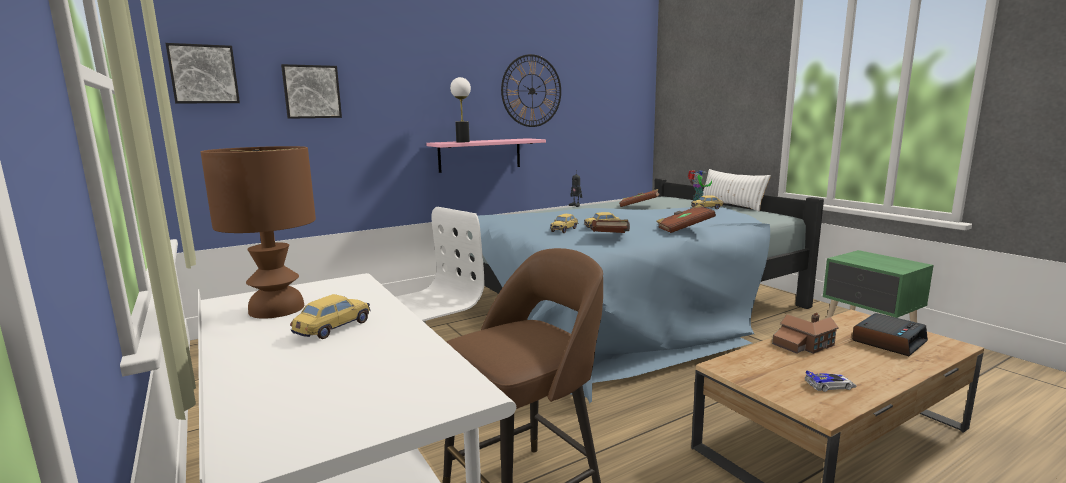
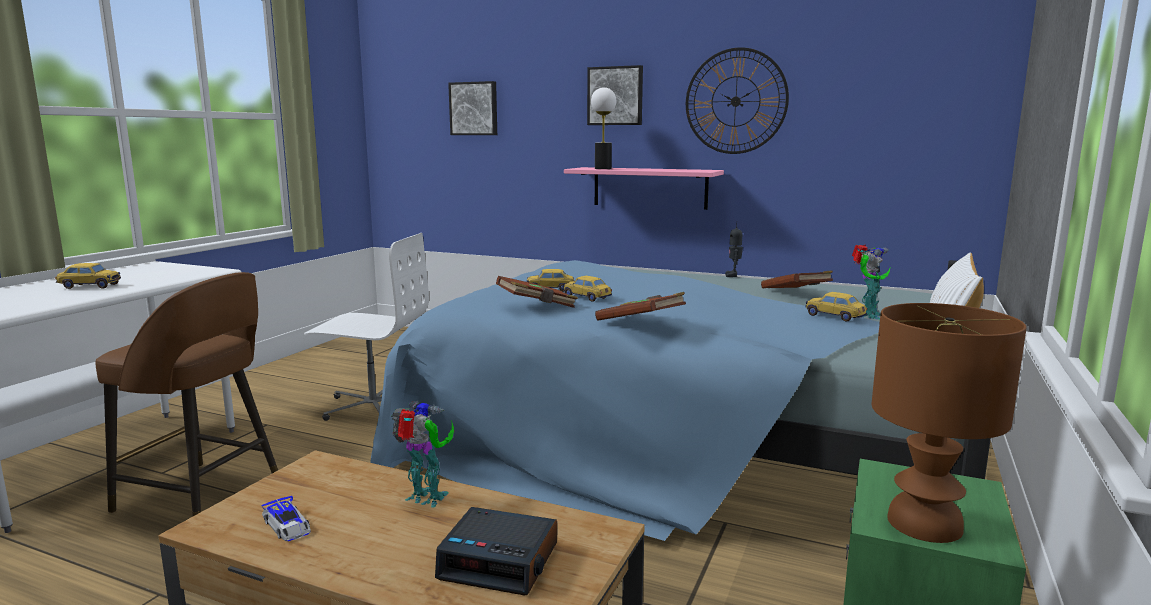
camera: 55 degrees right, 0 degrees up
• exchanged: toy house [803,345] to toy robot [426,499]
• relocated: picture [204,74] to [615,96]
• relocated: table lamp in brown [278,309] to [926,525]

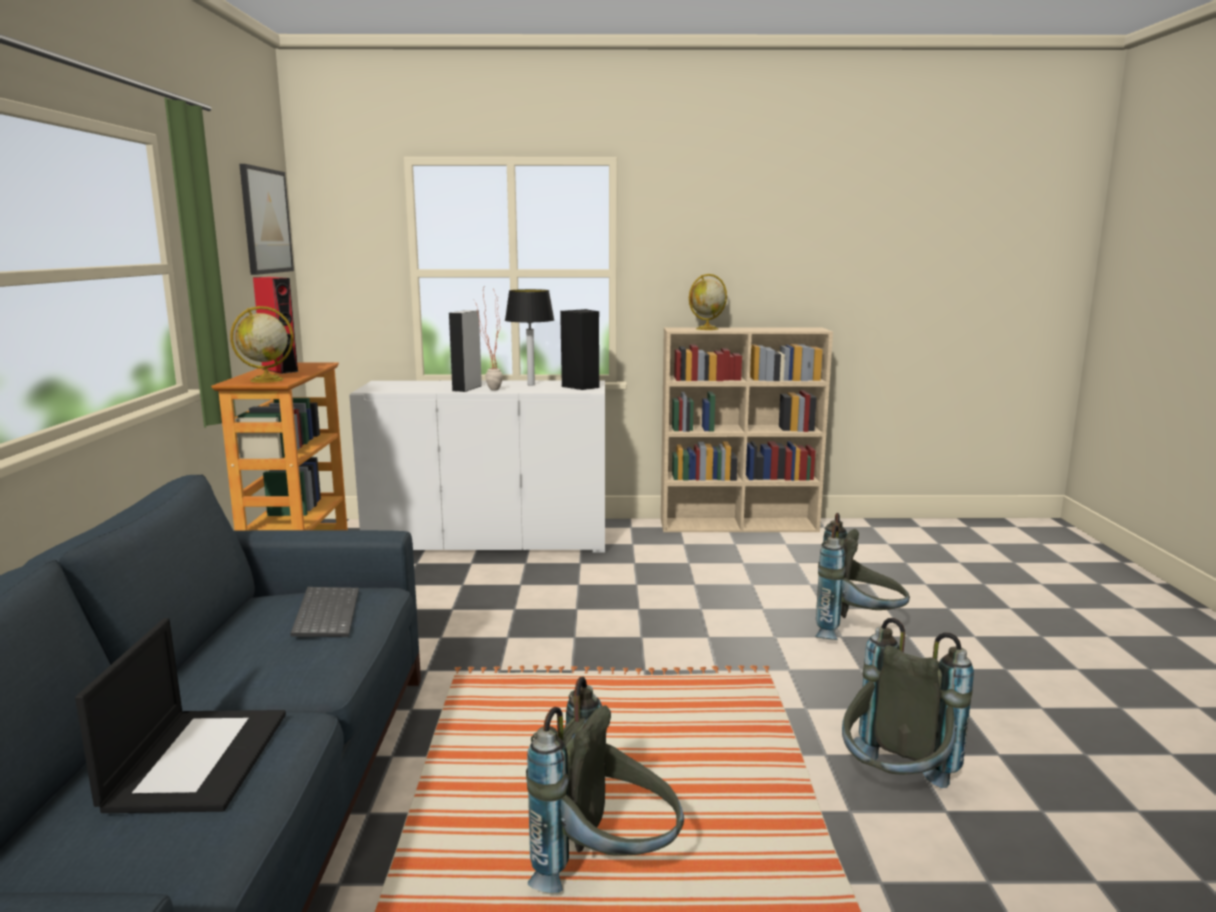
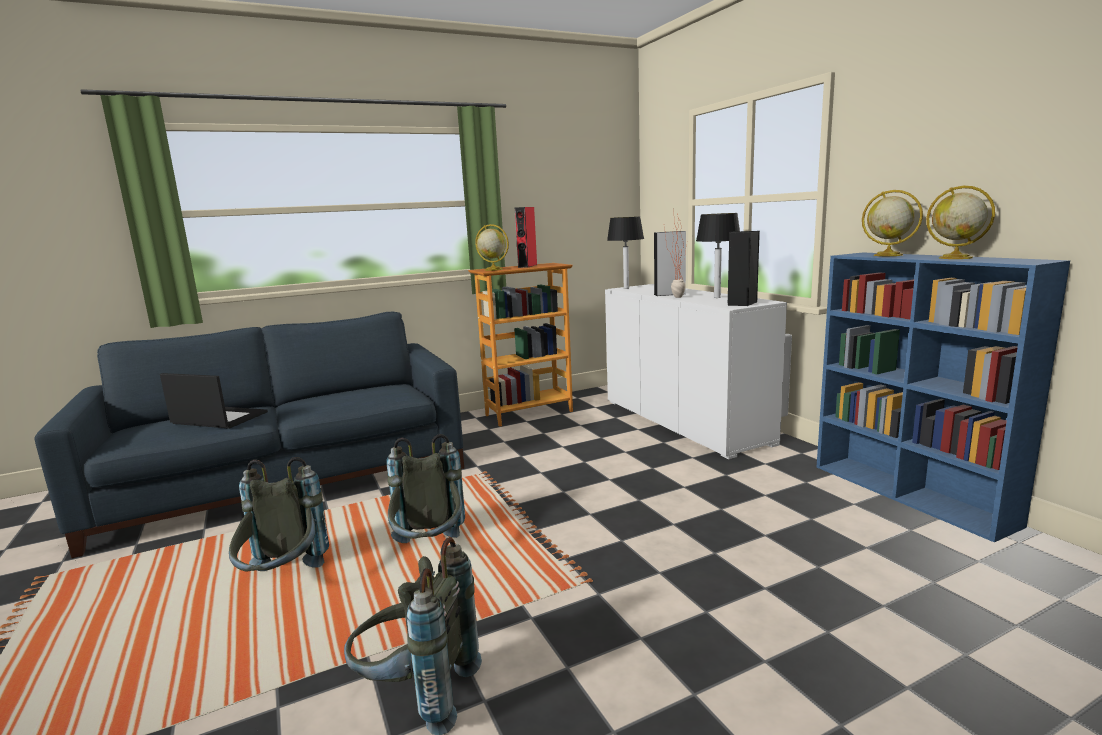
camera: 65 degrees right, 0 degrees up
• spun: laptop [197,758] = [218,418] 135 degrees counterclockwise
• relocated: backpack in grey [856,632] to [430,551]
• appeared: table lamp [626,288]
• colour: bookcase in beige [740,525] to bookcase in blue [911,494]
• appeared: globe [954,258]
• missing: picture [265,221]
• missing: keyboard [325,614]

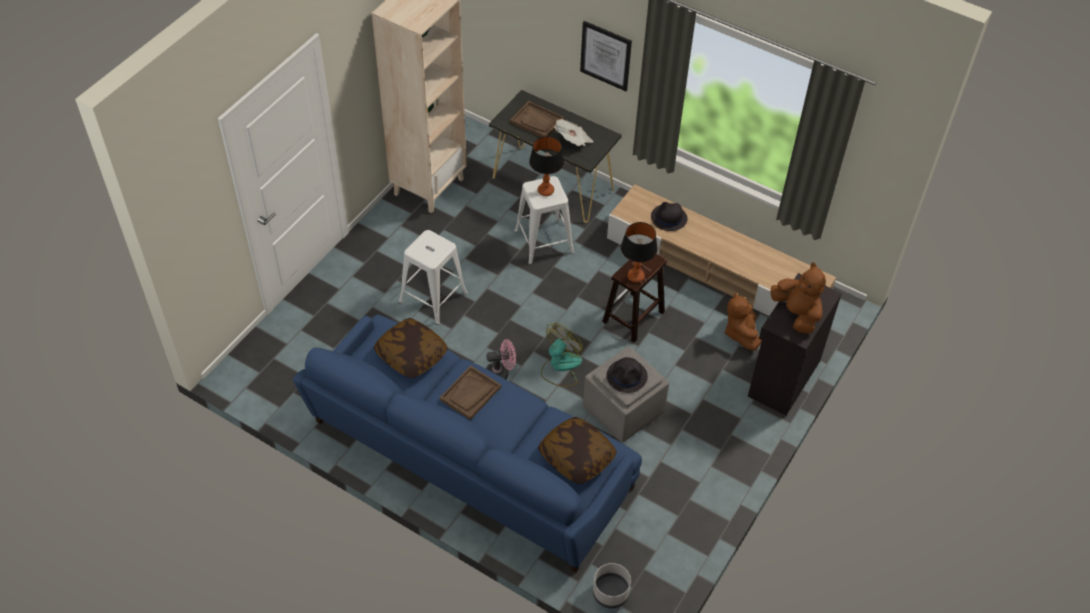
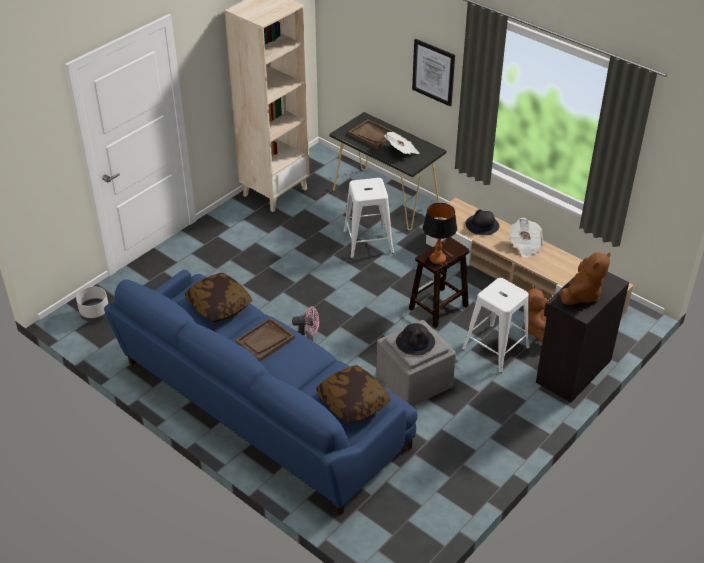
camera: 10 degrees right, 10 degrees down
• relocated: planter in grey [610,593] to [94,314]
• relocated: stool in white [433,297] to [495,348]
• appeared: newspaper [525,245]
• spun: plush toy in brown [796,314] = [582,295] 60 degrees clockwise
• missing: table lamp [545,191]
• missing: fan [560,366]

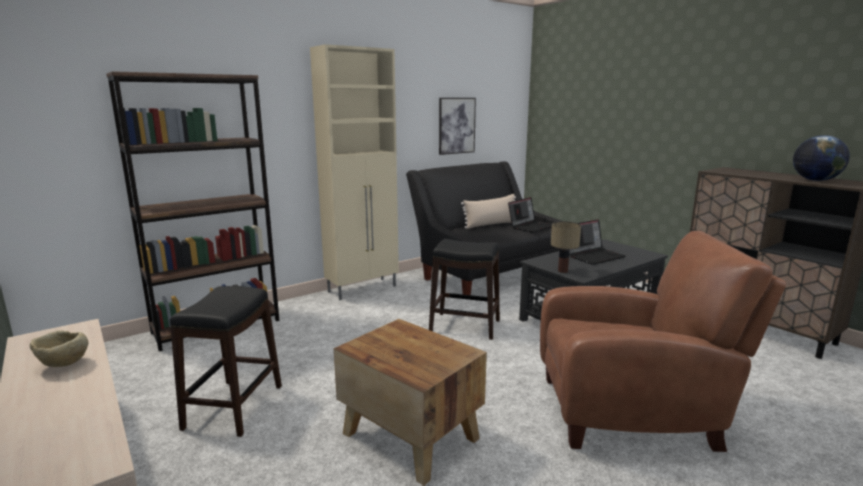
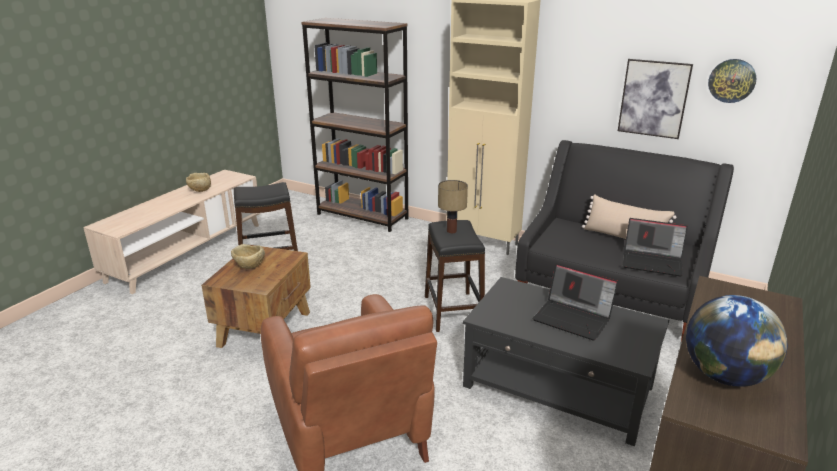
camera: 65 degrees right, 10 degrees up
• appeared: bowl in beige [249,267]
• relocated: table lamp [563,271] to [452,231]
• appeared: wall clock [732,80]

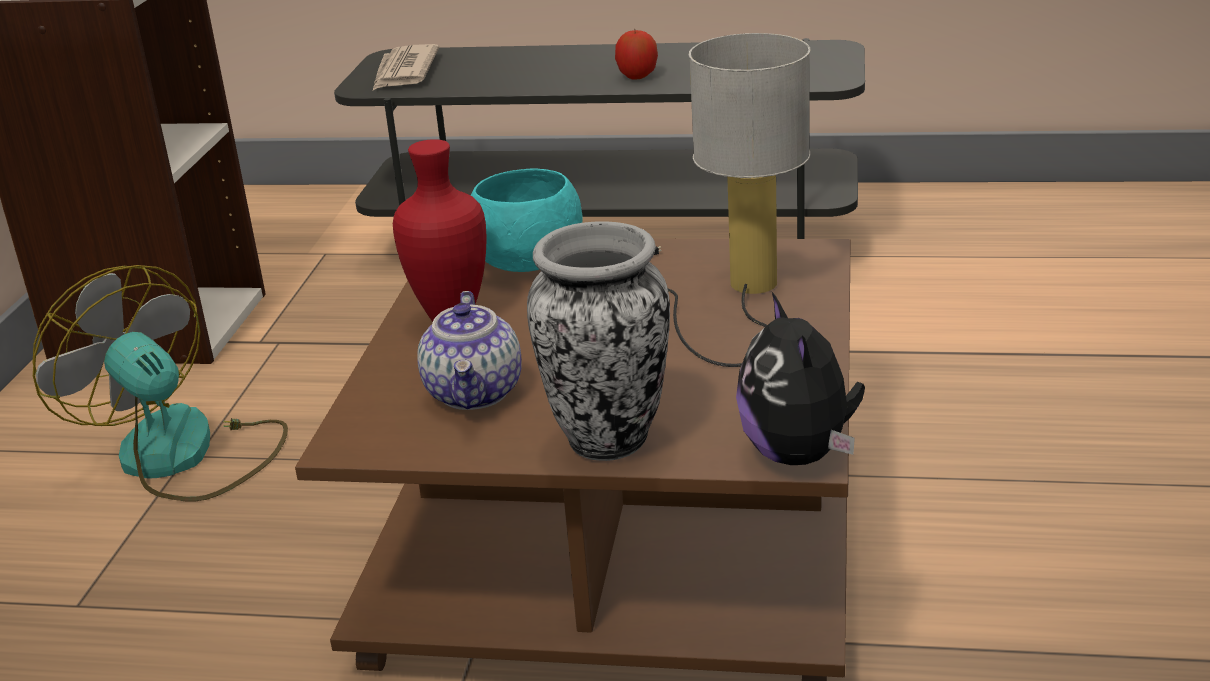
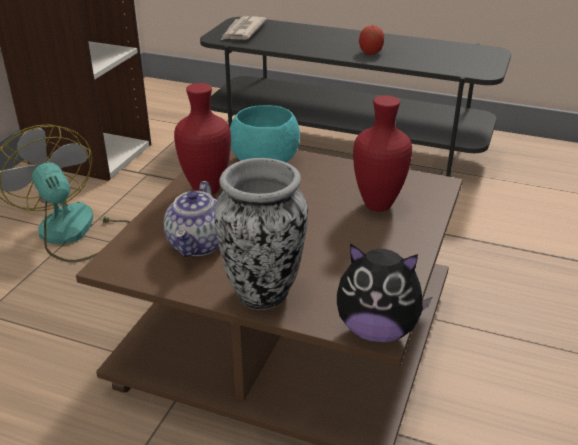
camera: 10 degrees right, 5 degrees up
• spun: plush toy [800,454] = [377,330] 75 degrees counterclockwise
• exchanged: table lamp [731,295] to vase in red [376,205]

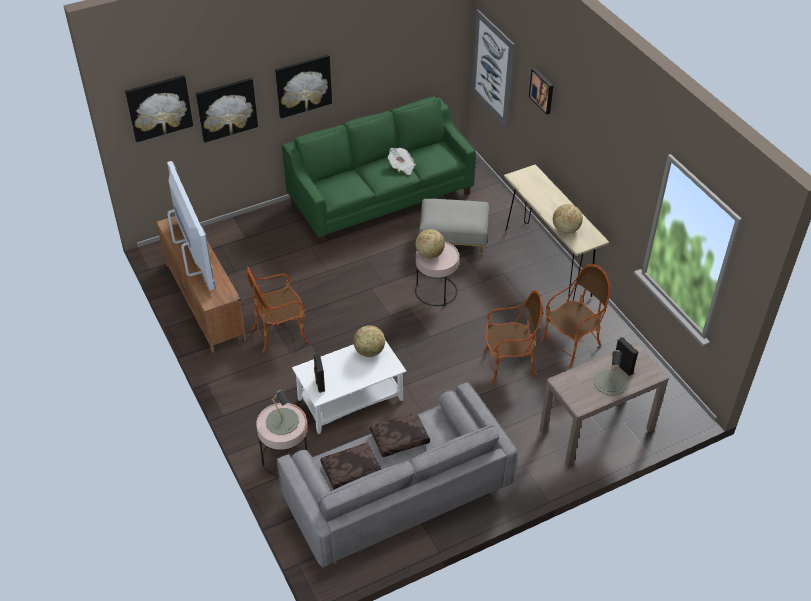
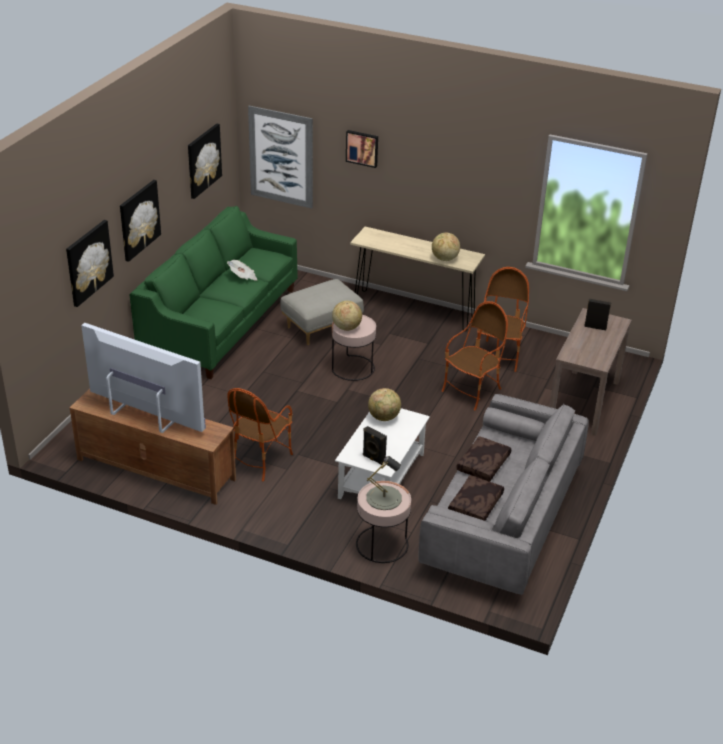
camera: 40 degrees left, 10 degrees down
• relocated: picture [159,107] to [203,160]
• missing: table lamp in grey [610,382]

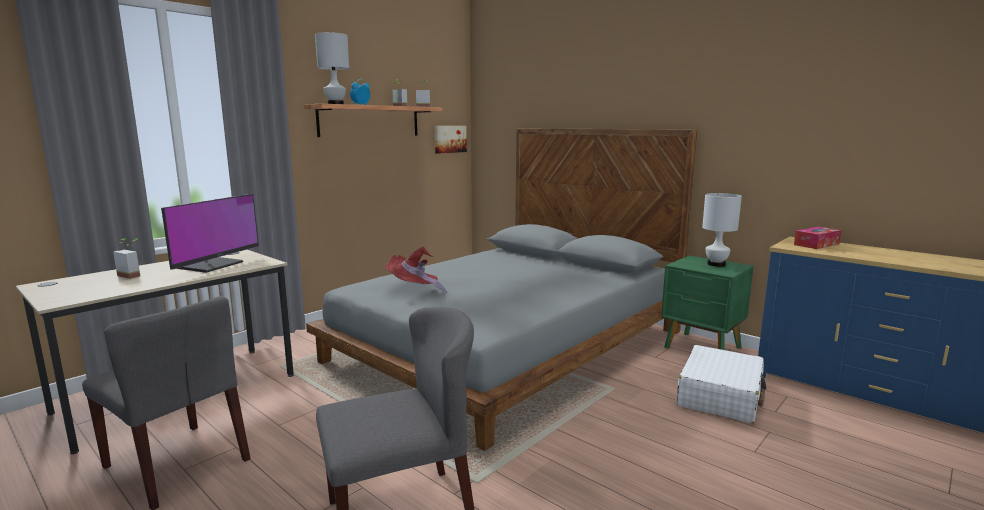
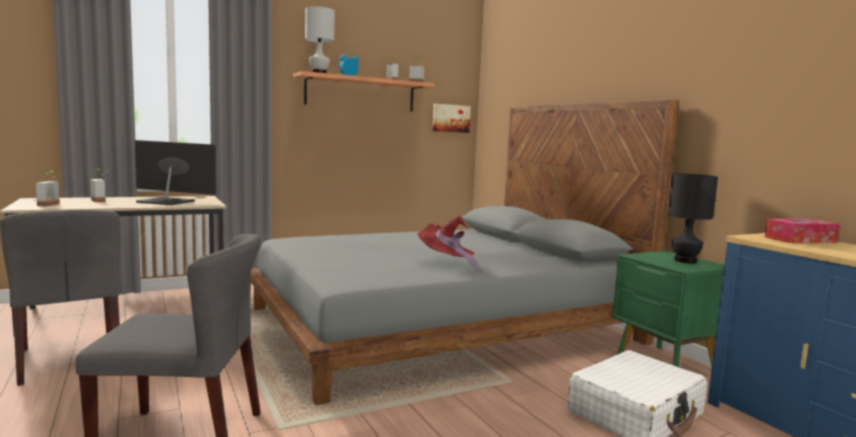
camera: 20 degrees right, 5 degrees down
• appeared: potted plant [52,205]
• spun: monitor [211,265] = [167,201] 120 degrees counterclockwise
• relocated: hat in red [414,291] to [446,264]
• colour: table lamp in white [715,264] to table lamp in black [684,260]

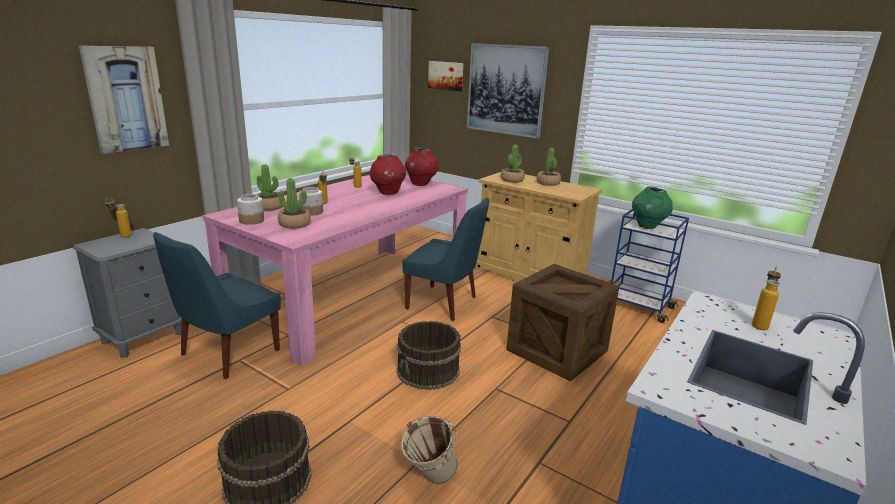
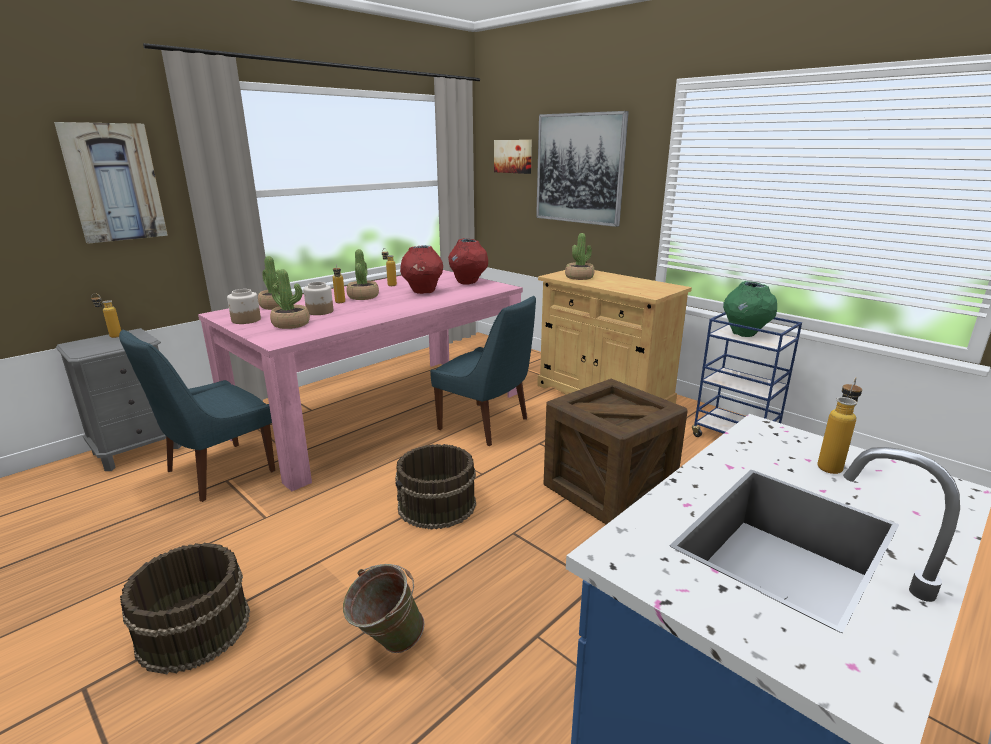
camera: 10 degrees right, 0 degrees up
• colour: bucket in beige [429,478] to bucket in green [386,644]
• relocated: potted plant [548,183] to [363,297]

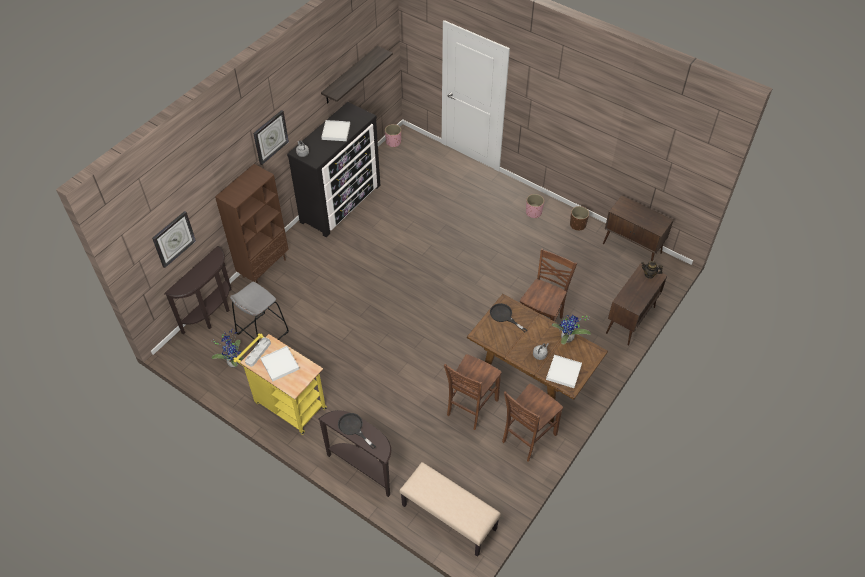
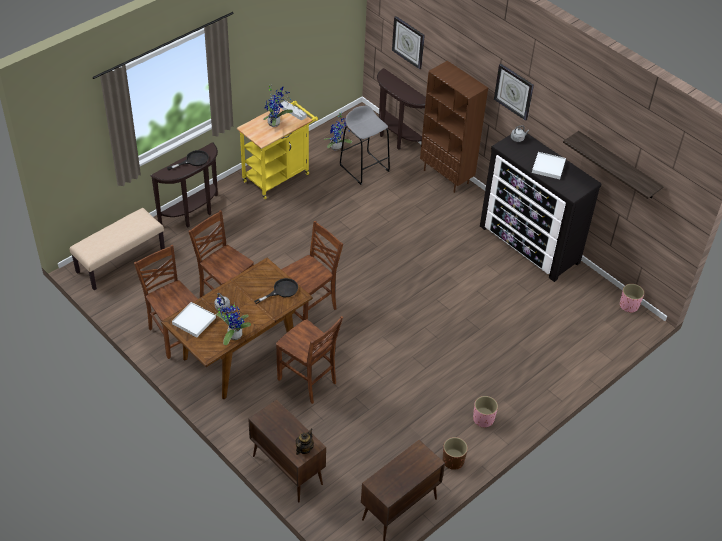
camera: 100 degrees right, 5 degrees down
• exchanged: tray in white [280,364] to potted plant [275,123]
• appeared: chair in brown [310,309]

